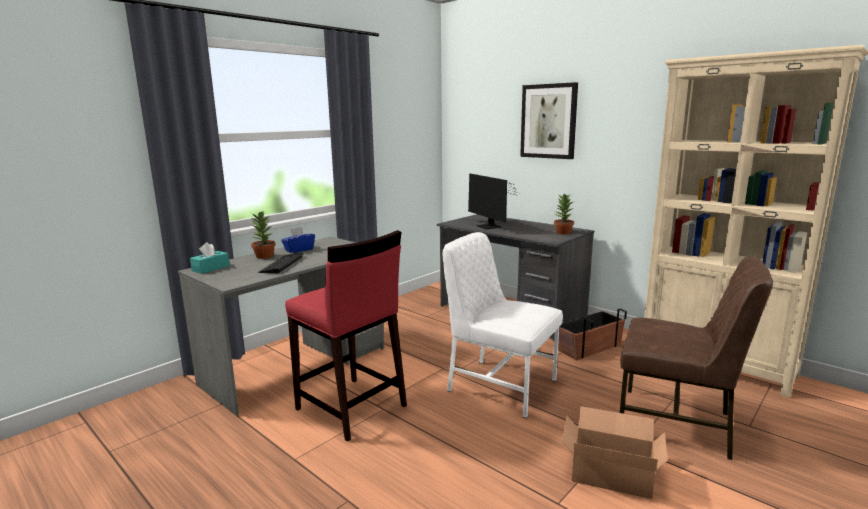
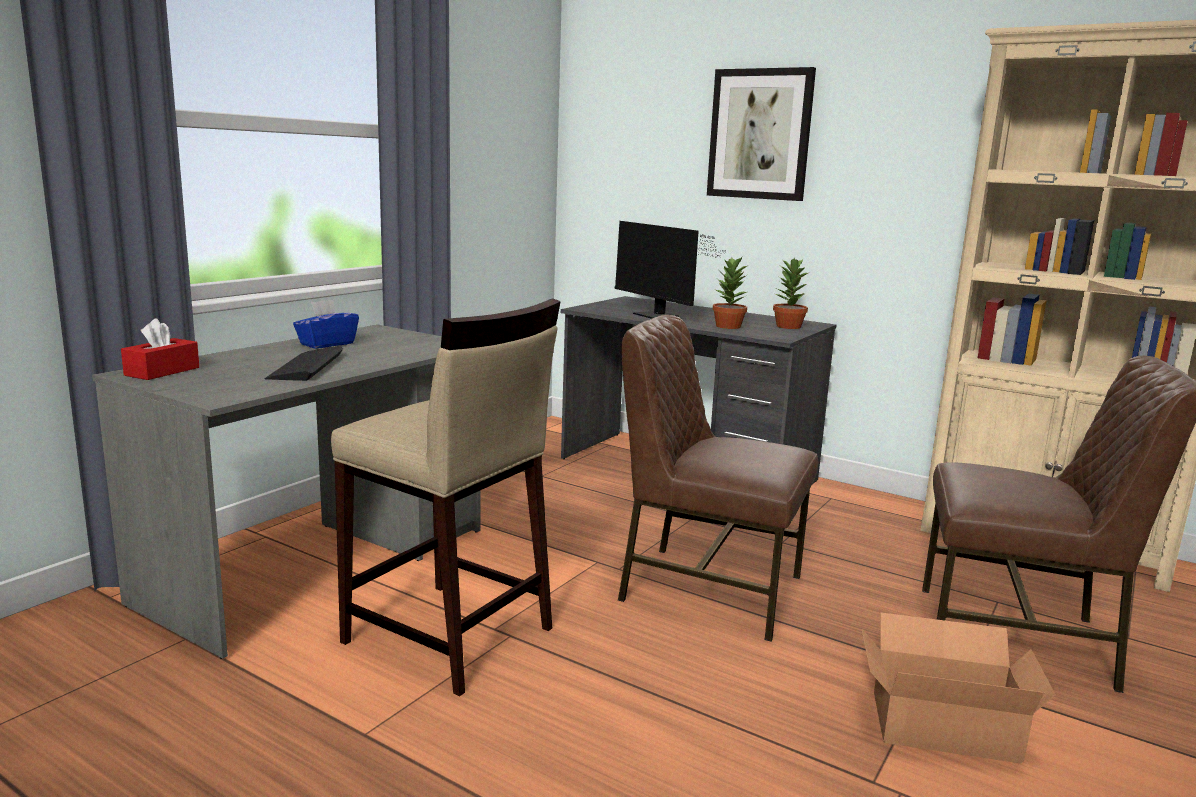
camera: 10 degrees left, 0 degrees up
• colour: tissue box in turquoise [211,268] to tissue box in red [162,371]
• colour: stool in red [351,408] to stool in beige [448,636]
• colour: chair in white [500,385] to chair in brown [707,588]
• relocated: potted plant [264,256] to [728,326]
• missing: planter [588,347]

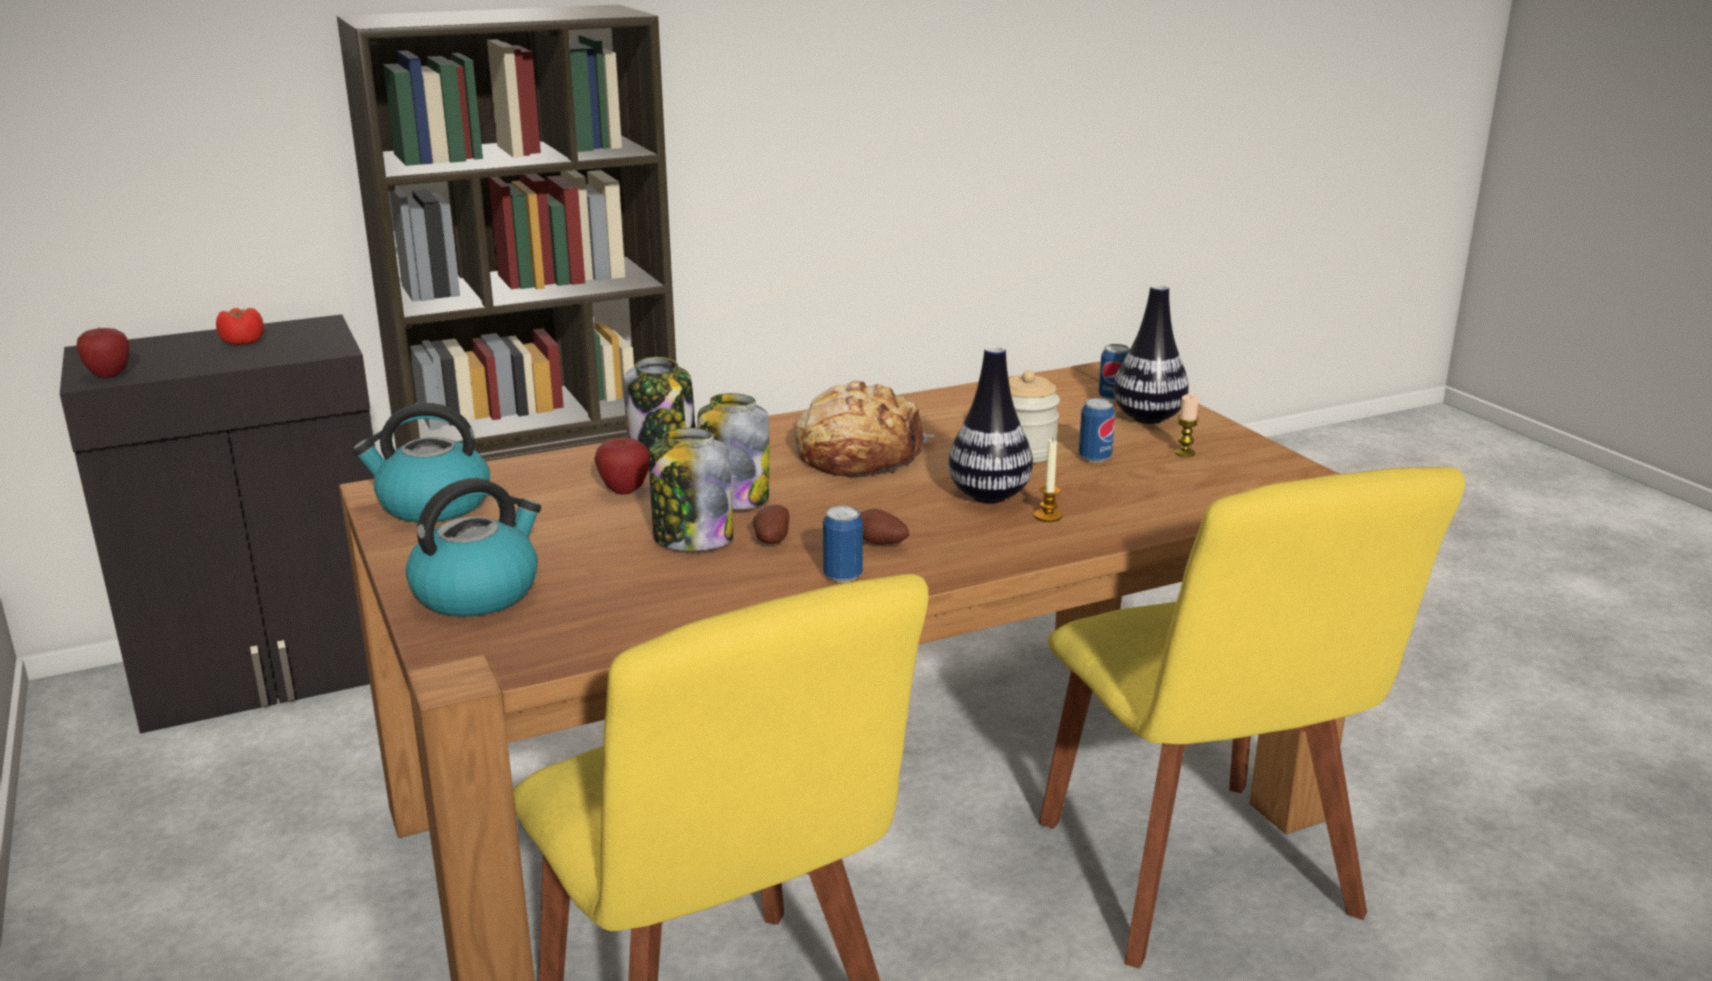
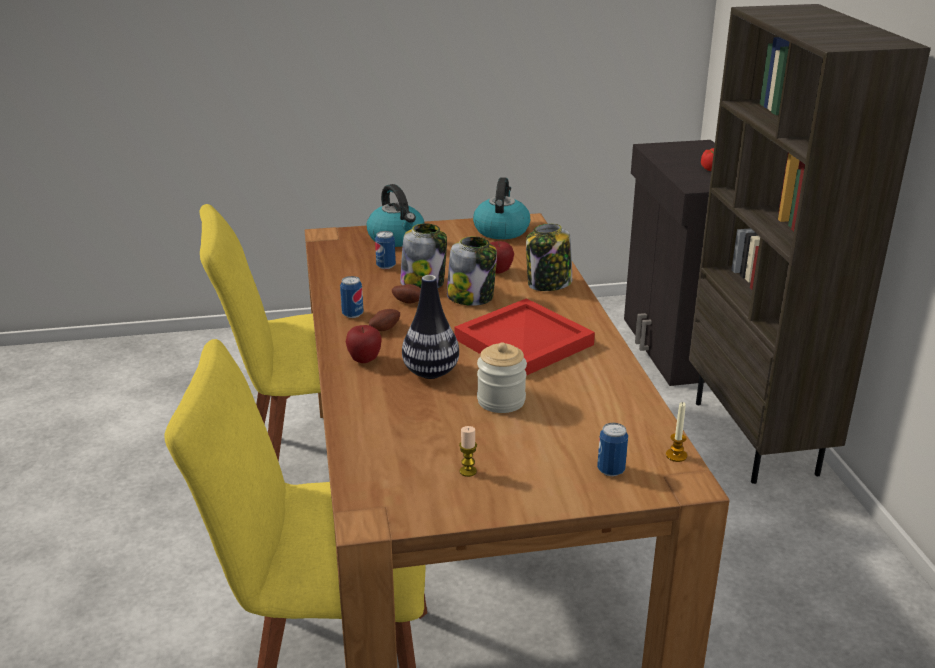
camera: 105 degrees right, 5 degrees up
• relocated: apple [109,375] to [364,360]
• relocated: can [1094,458] to [386,266]
• exchanged: bread [858,454] to tray in red [523,341]
• relocated: candle [1048,516] to [676,455]
• missing: vase [1148,418]

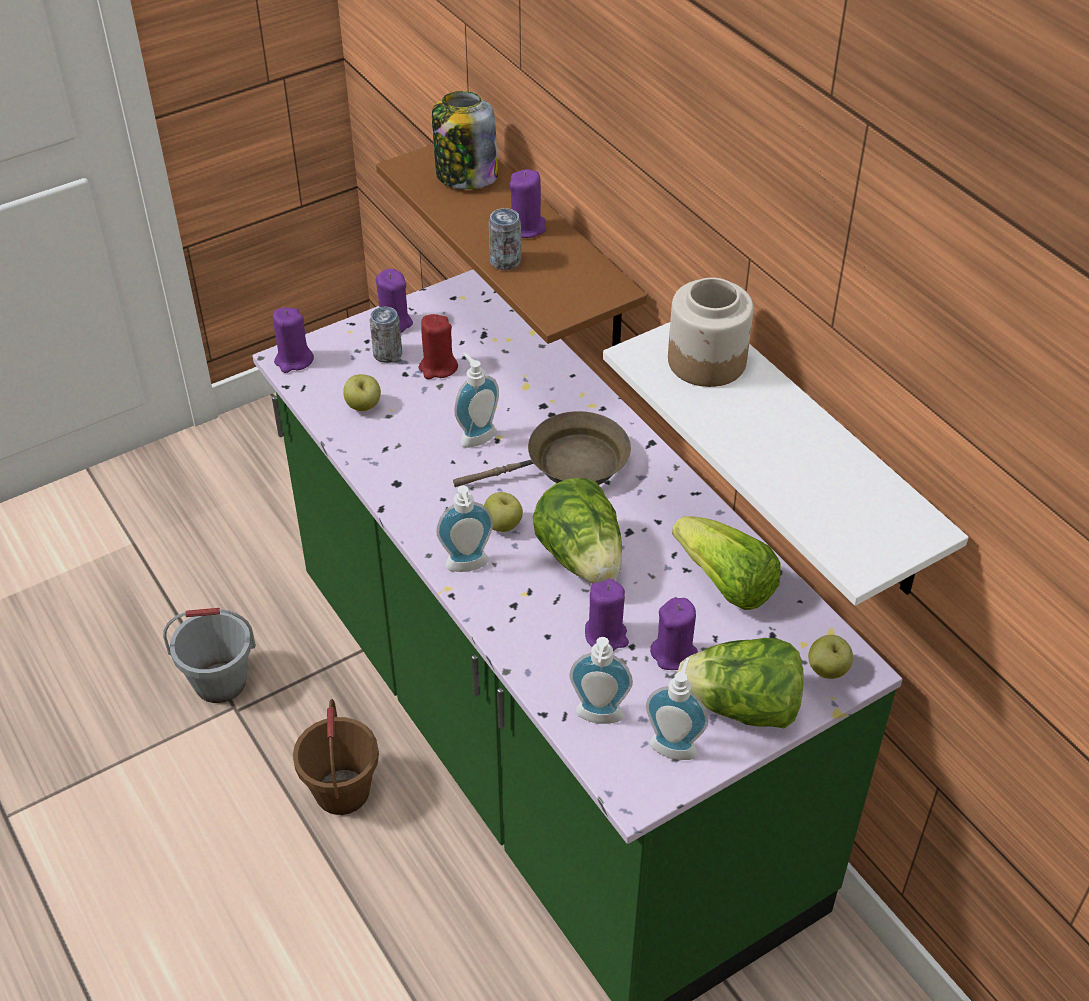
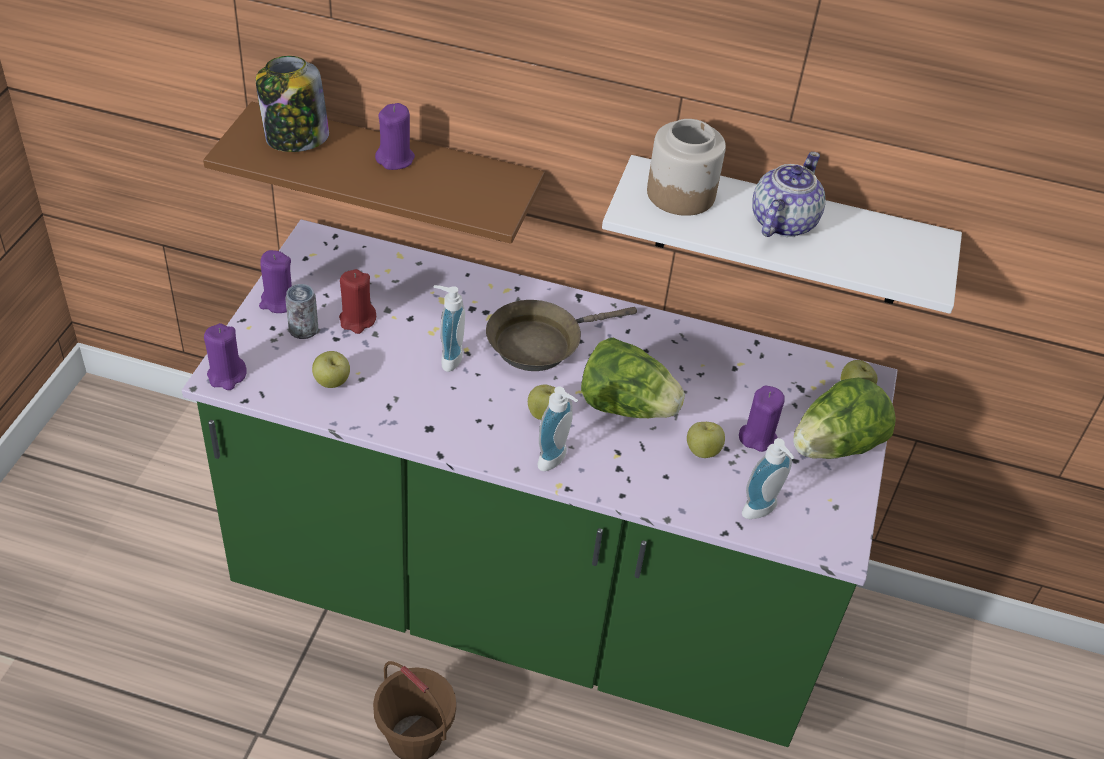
camera: 45 degrees left, 0 degrees up
• spun: frying pan in brown [569,464] = [540,343] 150 degrees counterclockwise
• exchanged: candle in purple [606,635] to apple [702,451]
• appeared: teapot [782,222]
• missing: bucket in grey [220,683]
• missing: can [505,262]
• missing: soap dispenser [674,744]
• missing: lettuce [725,583]

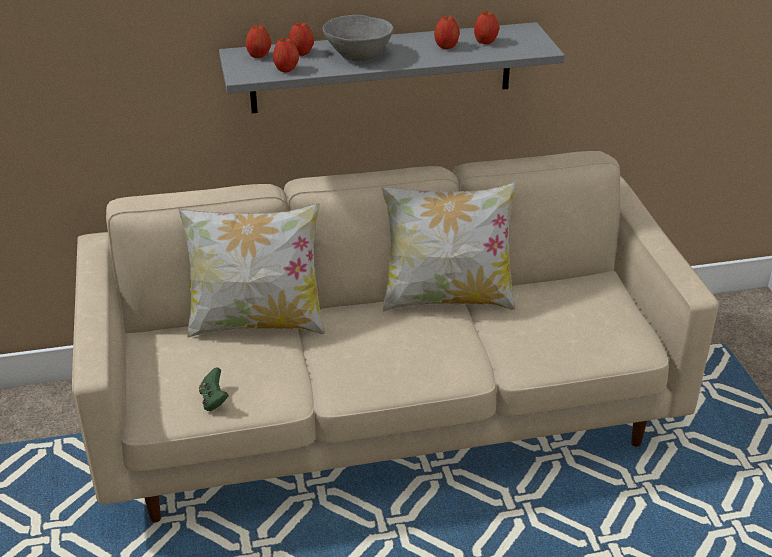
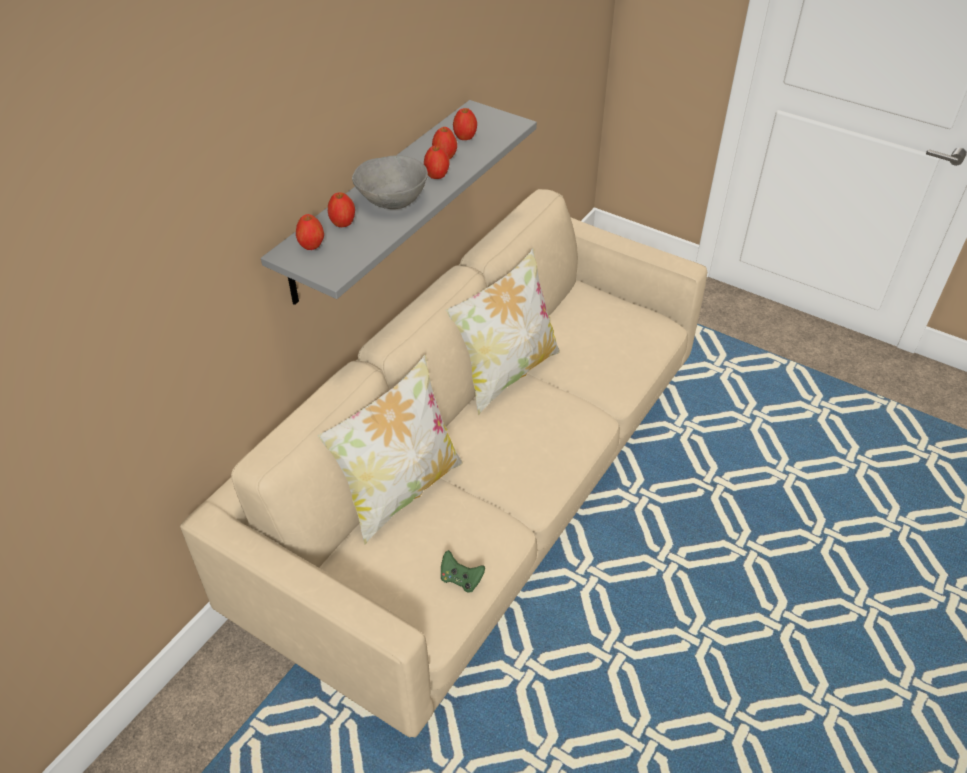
camera: 45 degrees left, 10 degrees up
• relocated: apple [286,69] to [437,175]

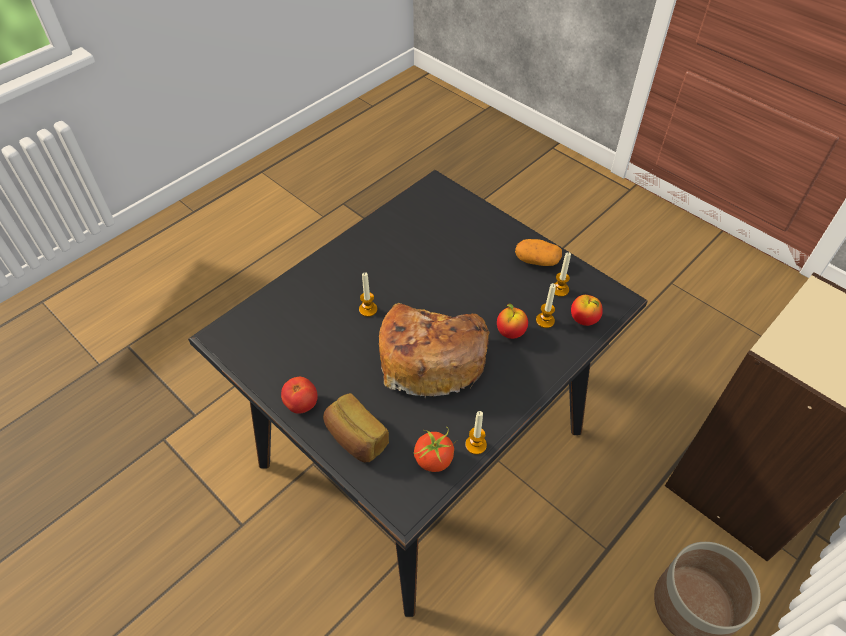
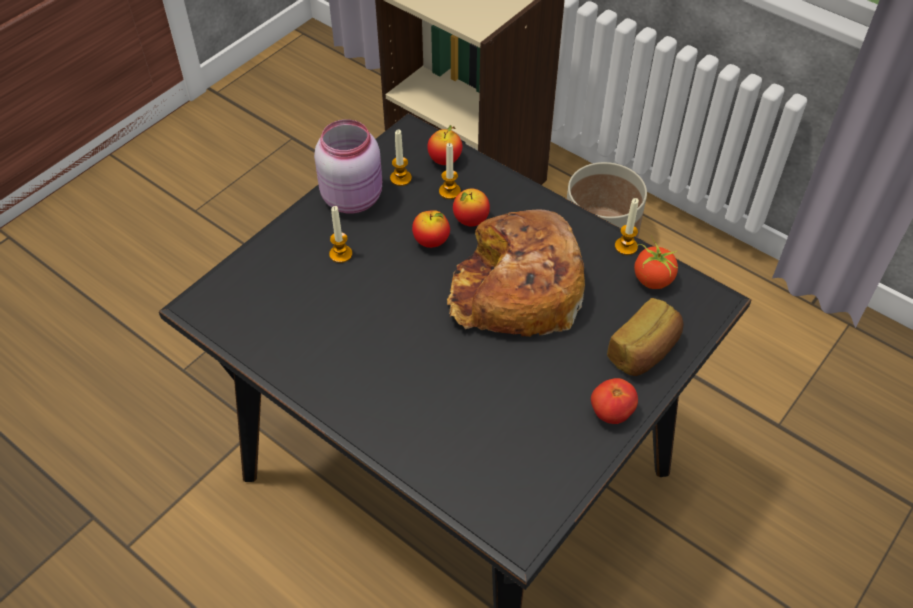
camera: 95 degrees left, 0 degrees up
• exchanged: potato [536,261] to jar in pink [354,197]
• relocated: candle [368,309] to [340,254]
• appeared: apple [431,242]

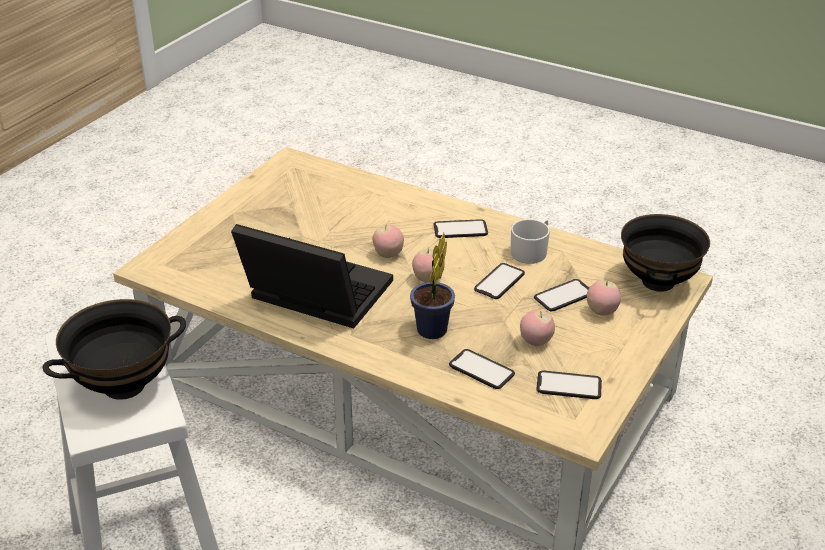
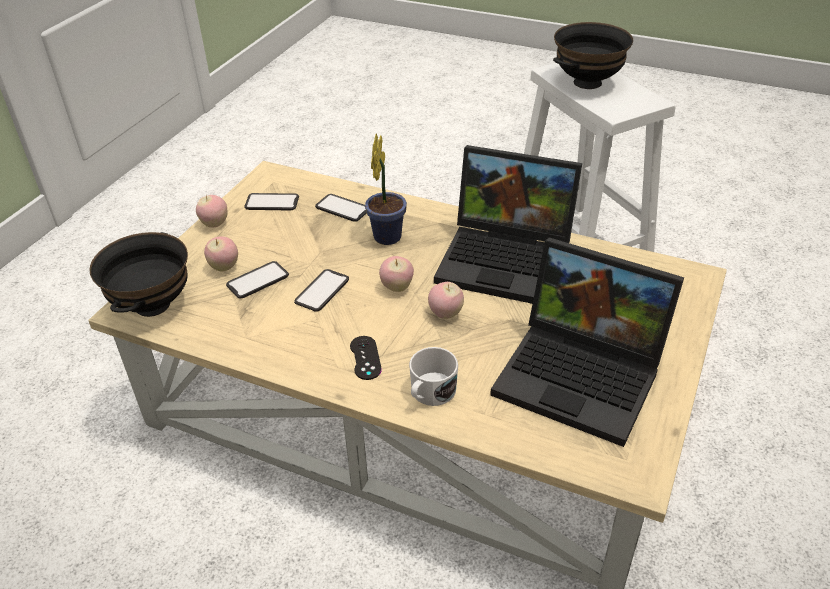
camera: 175 degrees right, 5 degrees up
• relocated: apple [535,342] to [215,224]
• exchanged: phone [460,230] to game controller in black [365,358]
• relocated: mug in white [531,251] to [430,393]
• appeared: laptop [584,376]

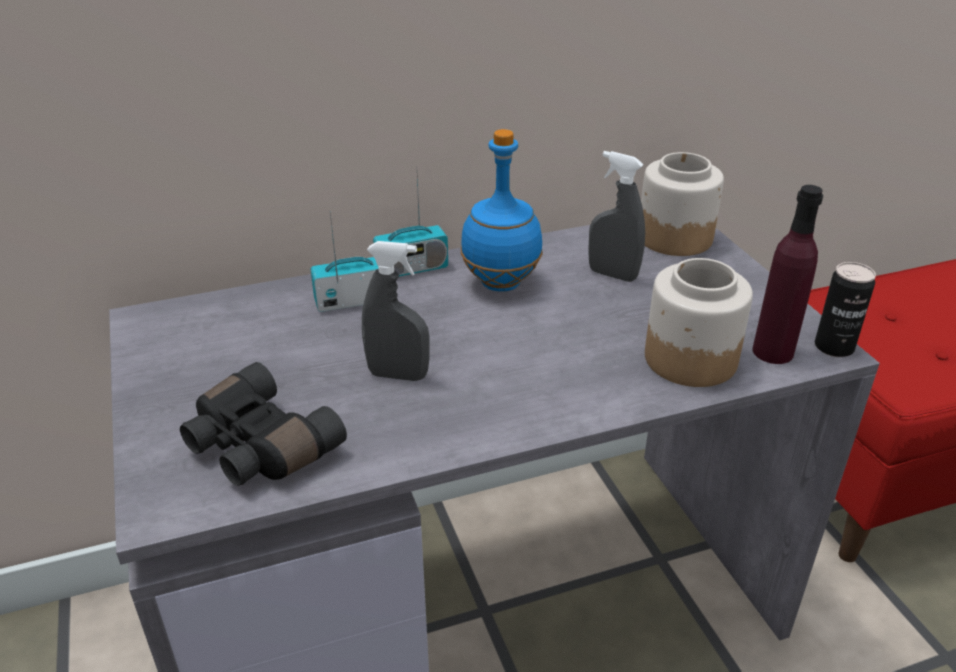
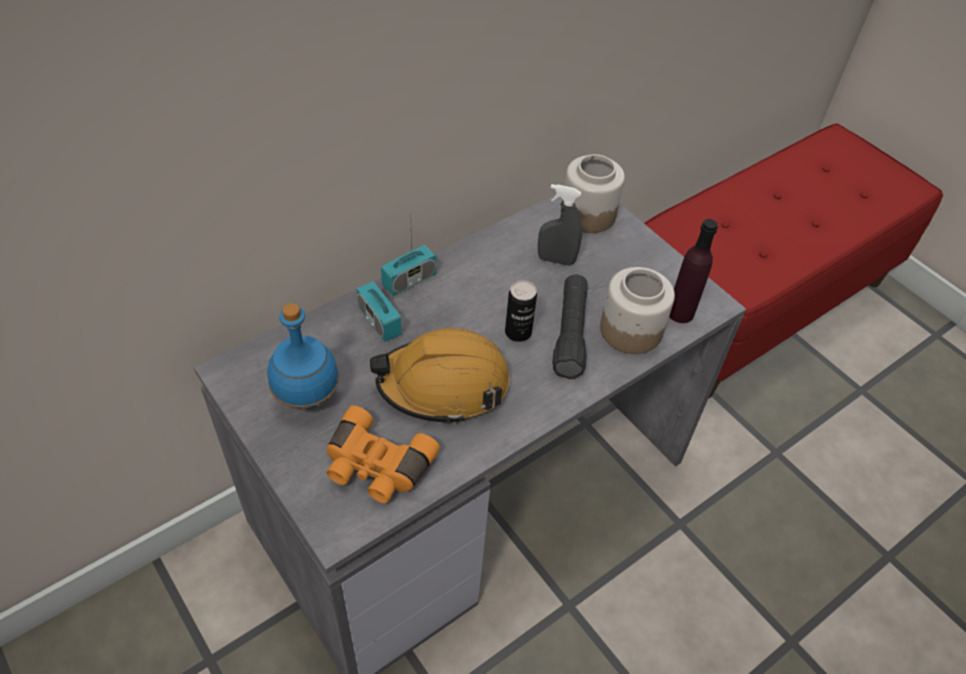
camera: 20 degrees left, 15 degrees up
• relocated: bottle in blue [502,283] to [308,398]
• colour: binoculars in black [257,447] to binoculars in orange [376,467]
• spun: radio [352,301] = [379,321] 90 degrees counterclockwise
• exchanged: spray bottle in grey [398,375] to hard hat in orange [443,384]
• relocated: can [834,347] to [518,332]
• appeared: flashlight in black [570,334]

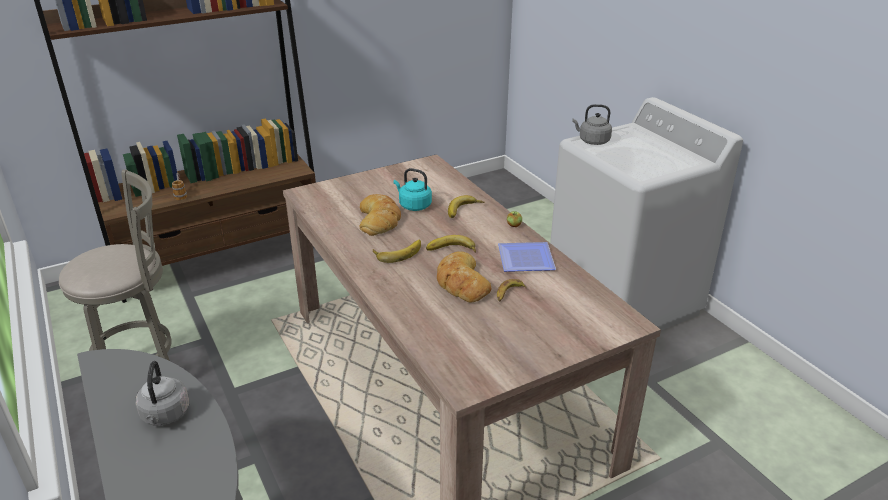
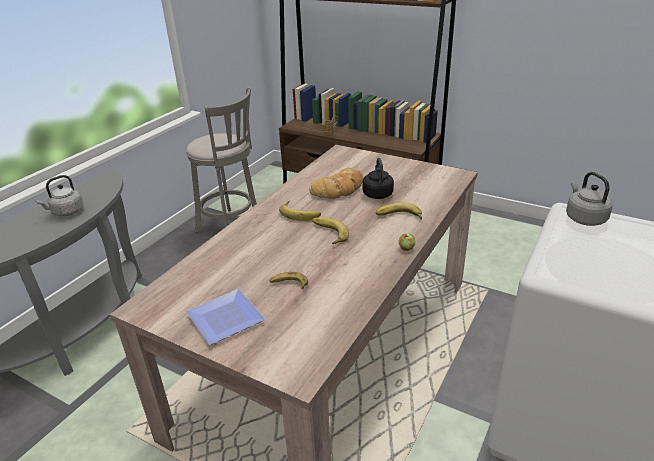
camera: 60 degrees right, 0 degrees up
• relocated: plate [528,260] to [224,320]
• colour: kettle in turquoise [413,205] to kettle in black [377,193]
• missing: bread [461,282]

